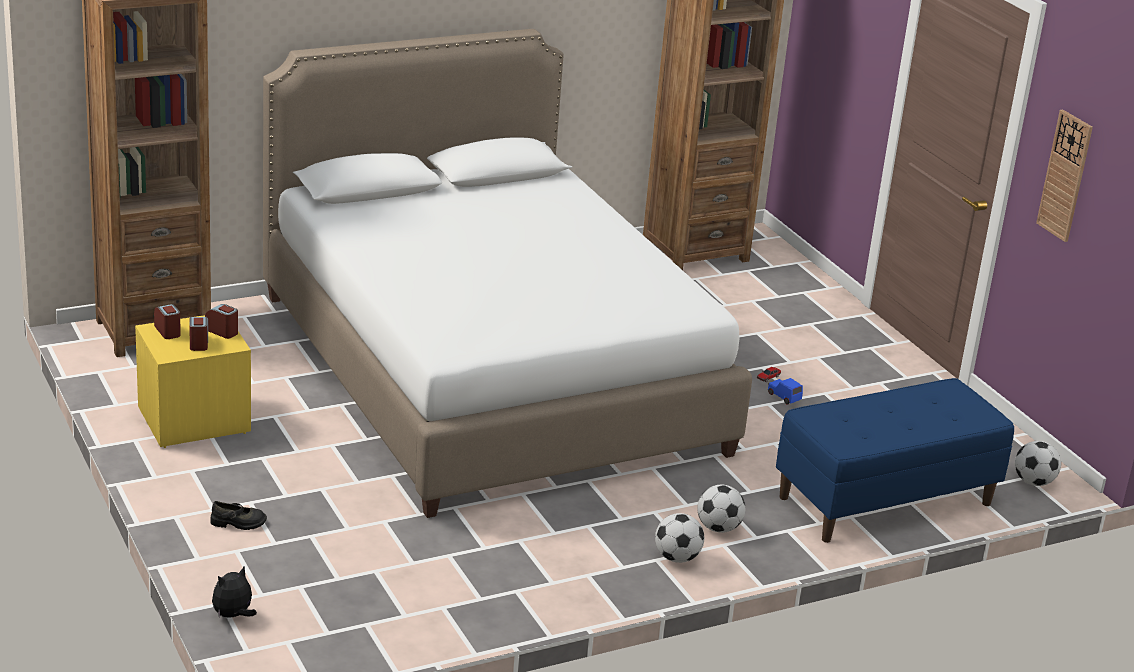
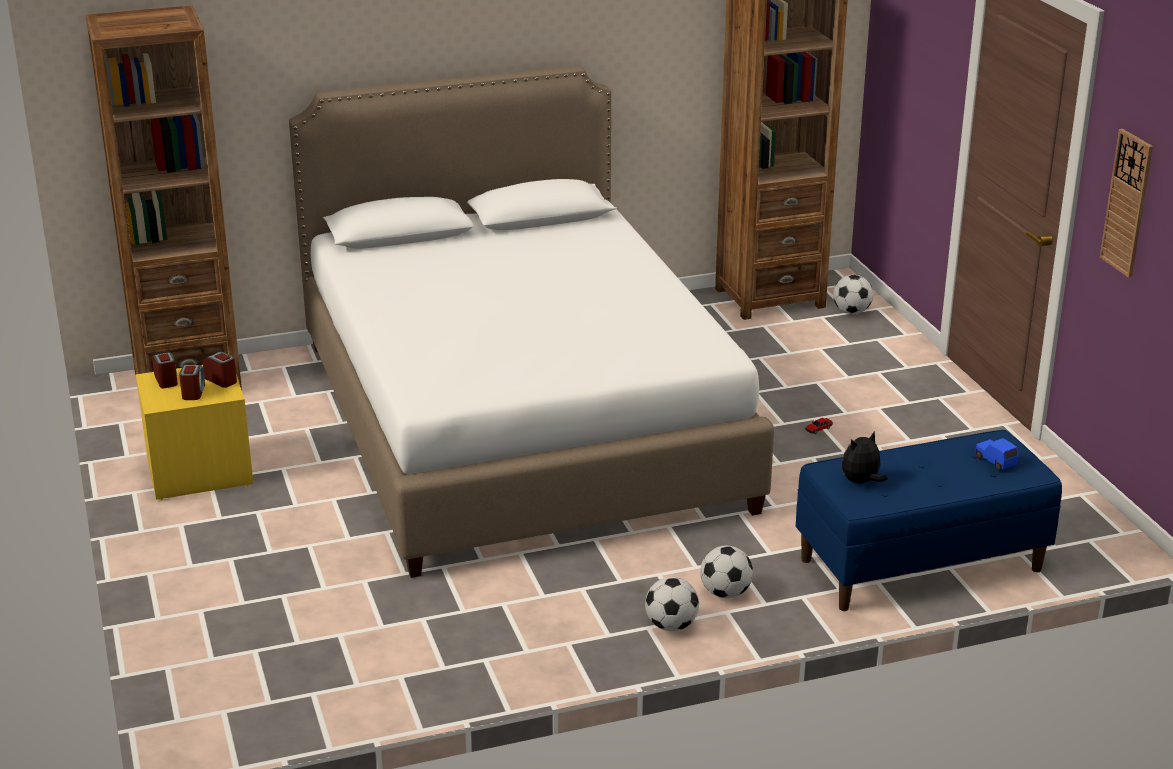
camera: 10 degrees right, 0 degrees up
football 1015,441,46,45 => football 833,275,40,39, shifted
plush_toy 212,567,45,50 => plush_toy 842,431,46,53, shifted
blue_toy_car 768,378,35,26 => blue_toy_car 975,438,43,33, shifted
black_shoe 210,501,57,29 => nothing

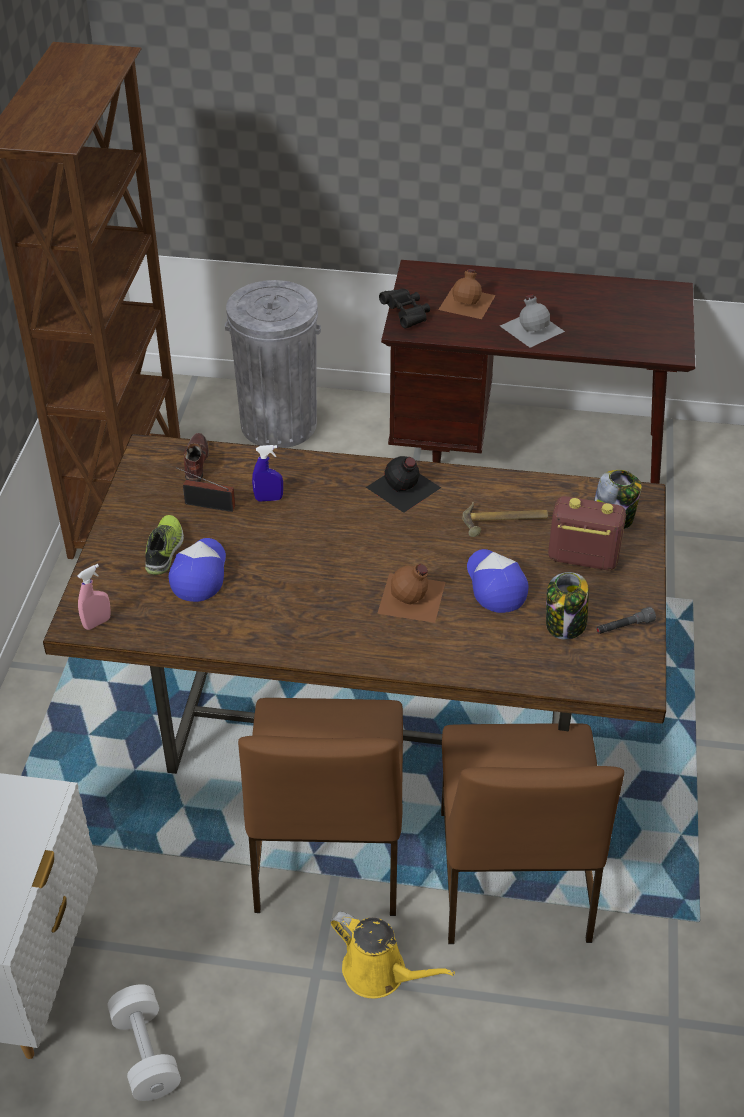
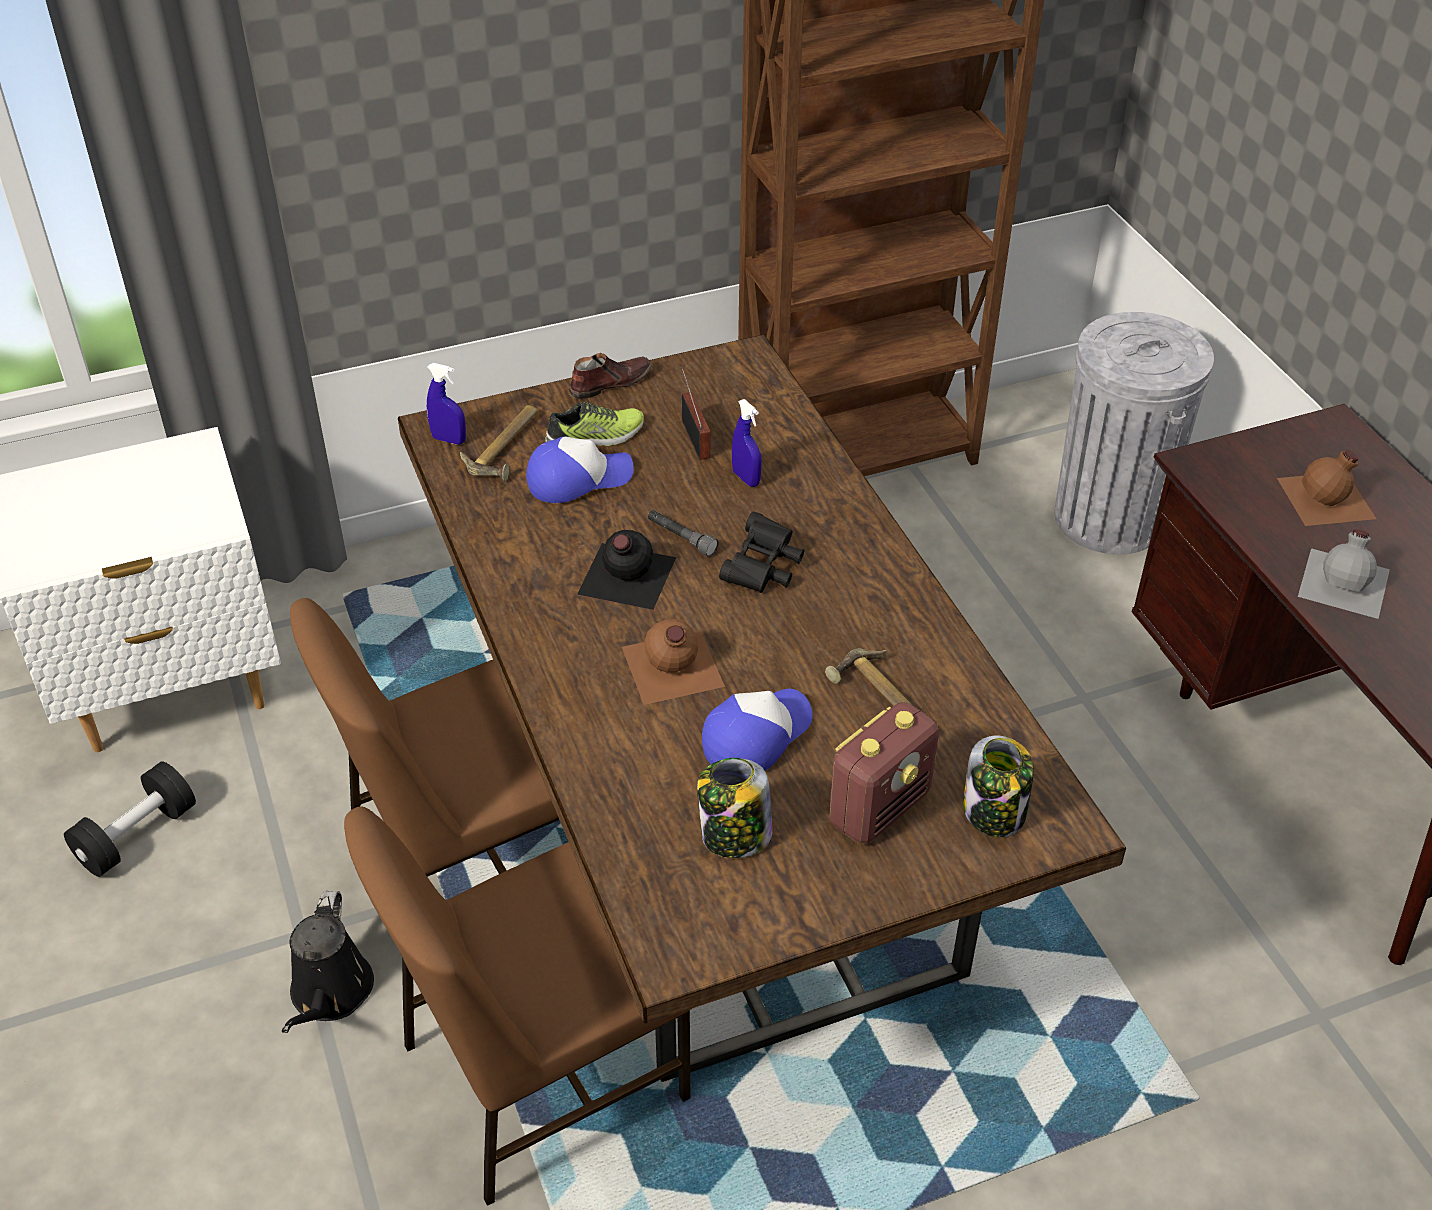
camera: 60 degrees right, 0 degrees up
white_dumbbell 107,984,74,117 => black_dumbbell 64,761,132,116
yellow_watering_can 330,912,125,87 => black_watering_can 282,891,92,142
pink_spray_bottle 77,564,34,66 => blue_spray_bottle 427,363,39,81
nothing => hammer 460,405,78,76
brown_shoe 184,433,25,49 => brown_shoe 569,353,83,46, shifted
black_bottle 366,456,75,57 => black_bottle 577,530,99,80, shifted
grey_flashlight 596,607,60,27 => grey_flashlight 648,510,71,47, shifted
black_binoculars 379,288,51,41 => black_binoculars 719,512,85,81, shifted
radio 548,496,78,74 => radio 829,702,110,142, 60 degrees clockwise

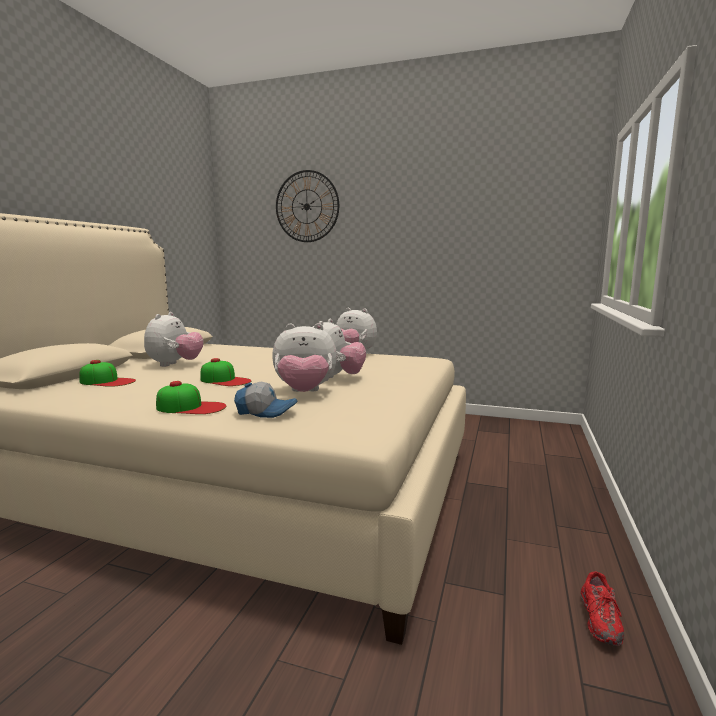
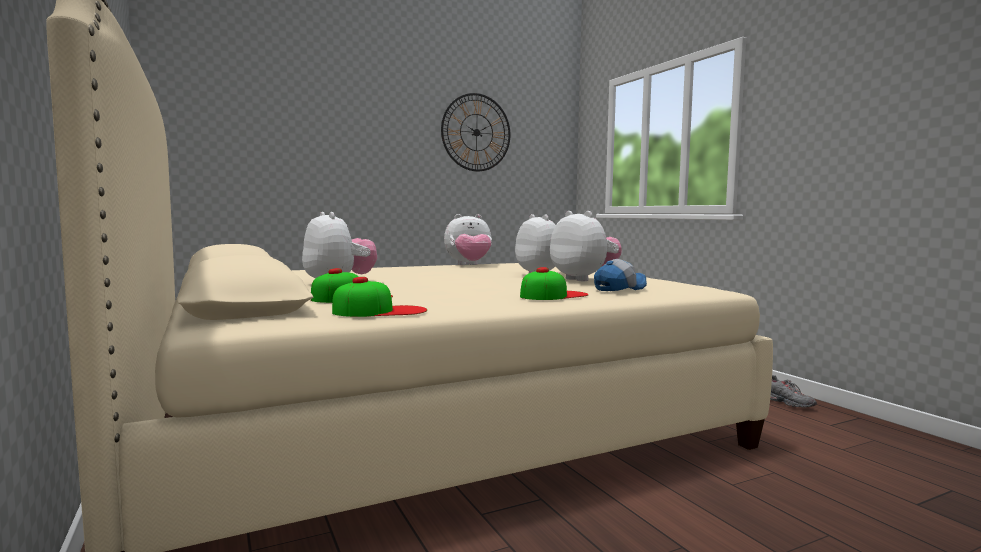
camera: 45 degrees left, 5 degrees down
cap 200,358,51,28 => cap 332,277,95,40, shifted
wall_clock 276,170,63,72 => wall_clock 441,93,69,78, shifted
plush_toy 272,323,65,69 => plush_toy 550,211,72,70, 75 degrees counterclockwise
red_shoe 581,571,43,75 => grey_shoe 770,375,47,33

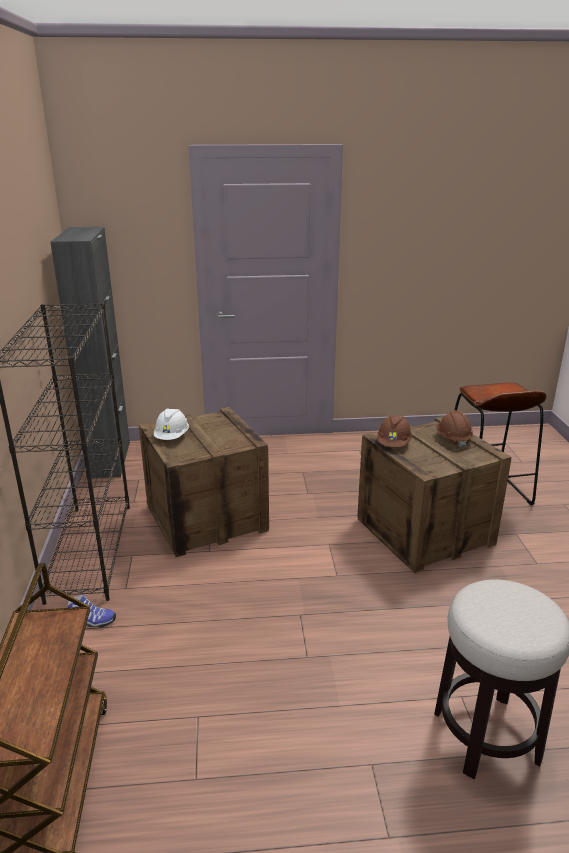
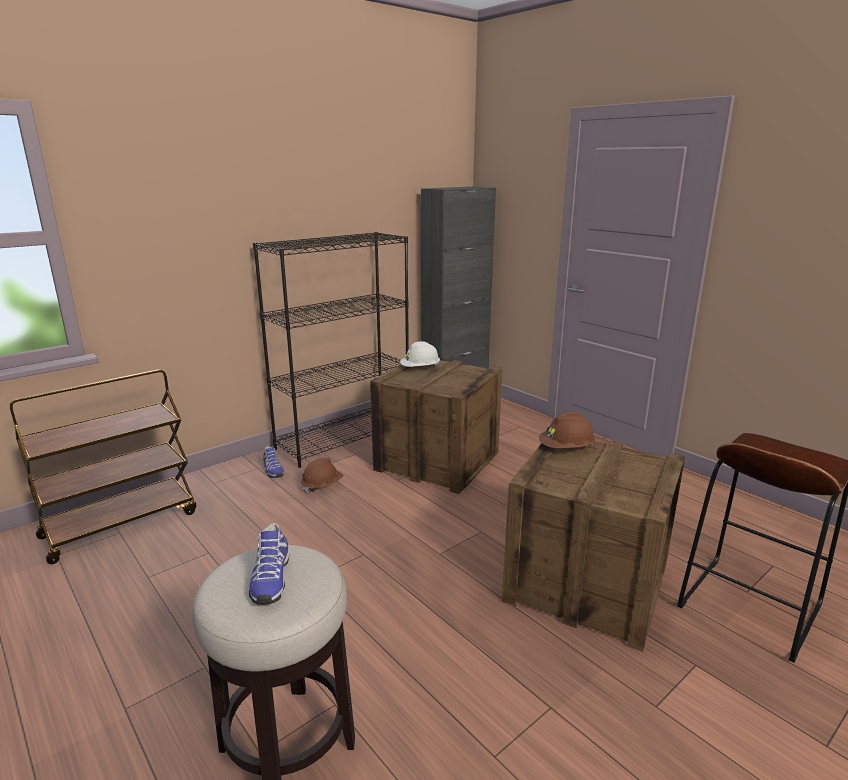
camera: 55 degrees right, 5 degrees down
nothing => shoe 249,523,40,82
brown_hard_hat 436,410,37,38 => brown_hard_hat 301,458,42,35, shifted

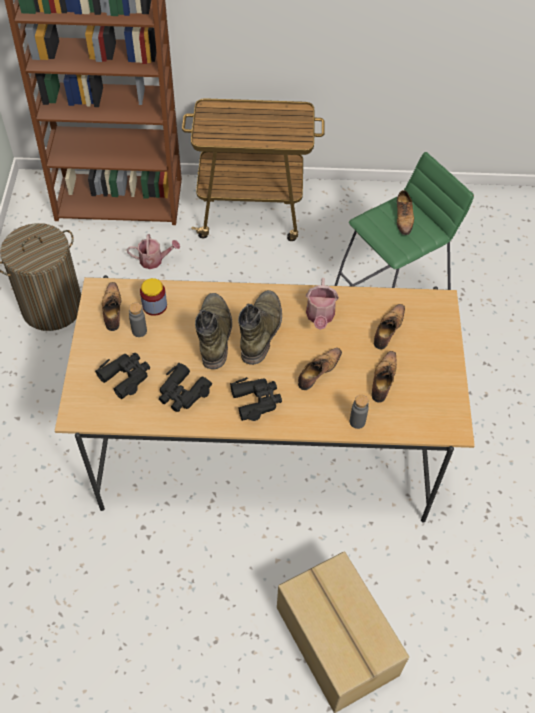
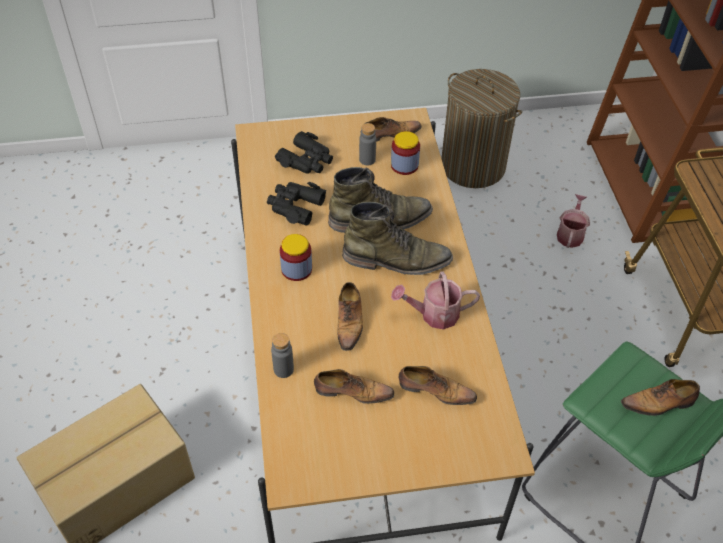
camera: 80 degrees right, 5 degrees down
black_binoculars 230,377,52,44 => jar 280,234,32,47
shoe 298,348,44,42 => shoe 337,282,26,69, 60 degrees clockwise
watering_can 127,234,53,35 => watering_can 557,194,33,54, 150 degrees counterclockwise

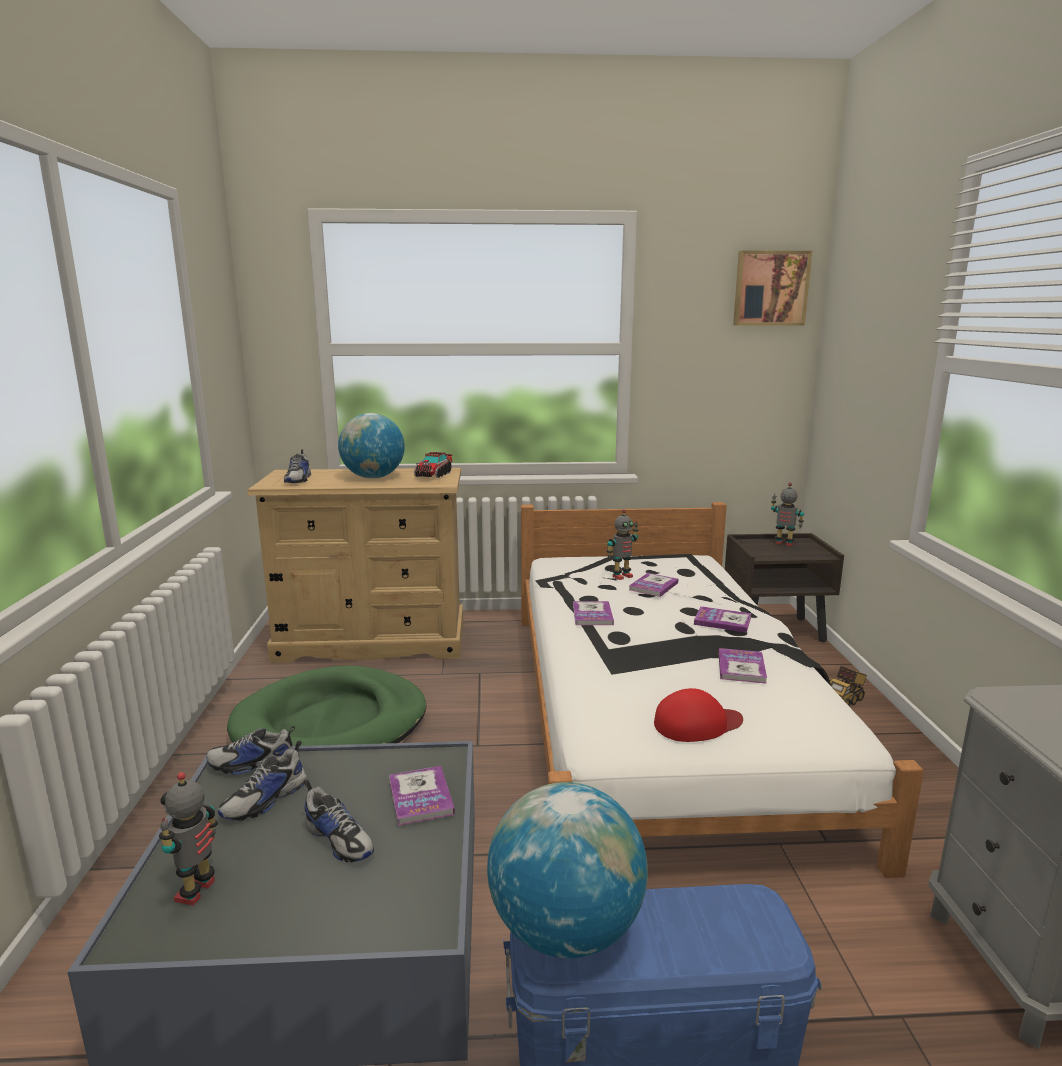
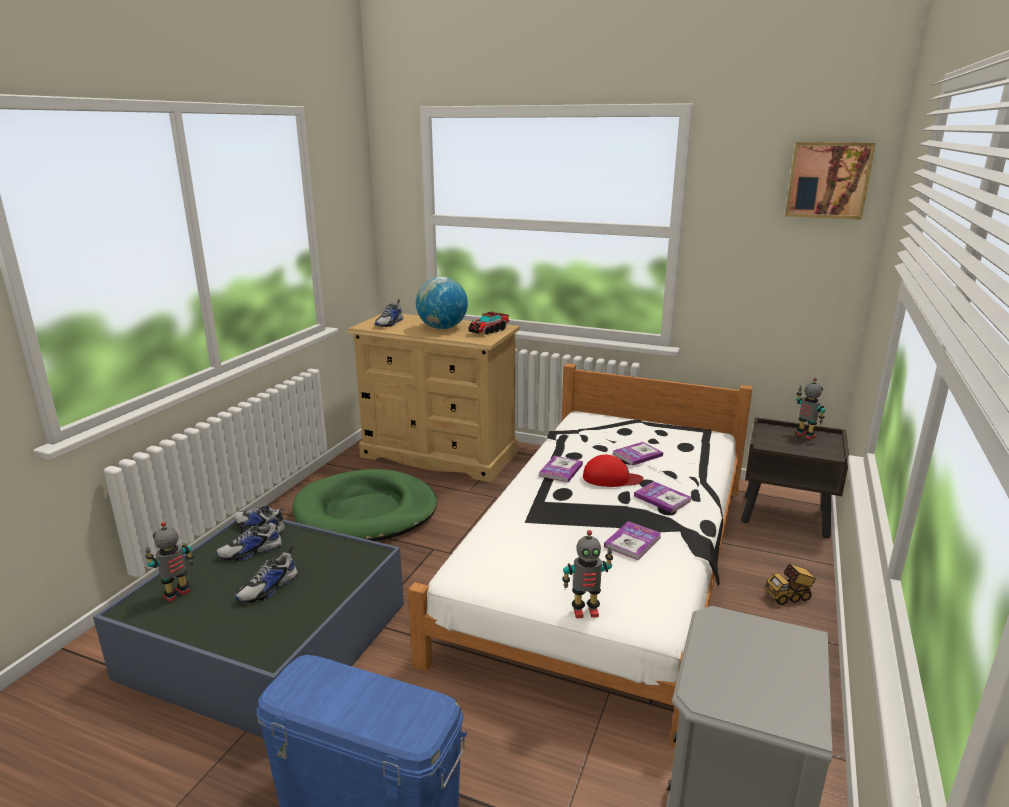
camera: 25 degrees right, 5 degrees up
shoe 304,779,70,83 => shoe 235,546,63,57, 60 degrees clockwise
toy_robot 607,509,31,71 => toy_robot 562,530,51,88, shifted
red_cap 654,688,89,54 => red_cap 583,455,61,32, shifted
book 389,766,66,60 => nothing
globe 487,782,161,176 => nothing

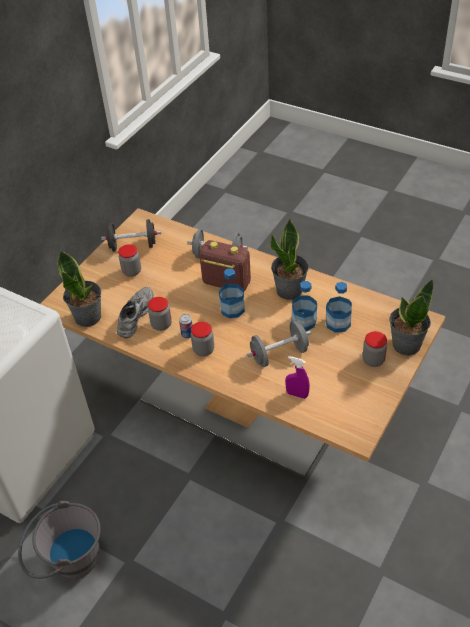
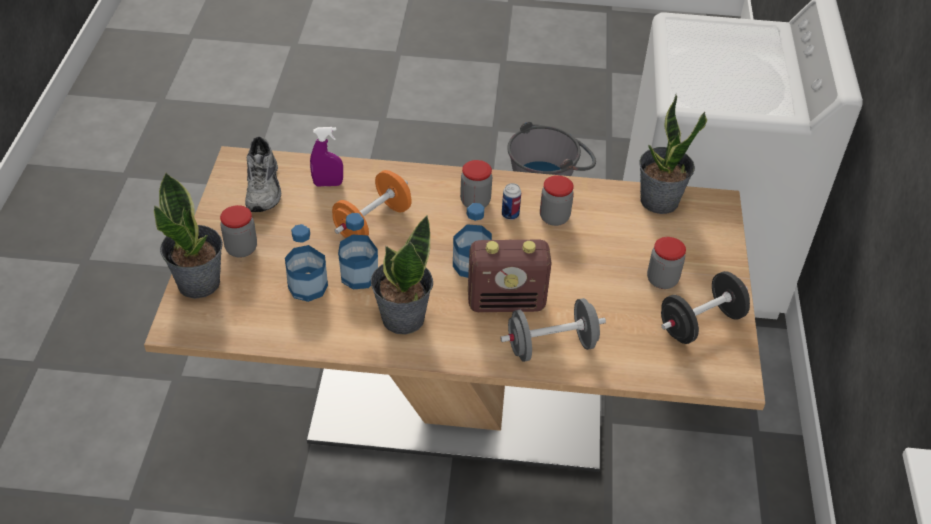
camera: 150 degrees right, 0 degrees up
grey_shoe 117,287,37,51 => grey_shoe 245,136,36,76, shifted
grey_dumbbell 247,321,64,46 => orange_dumbbell 332,170,80,68

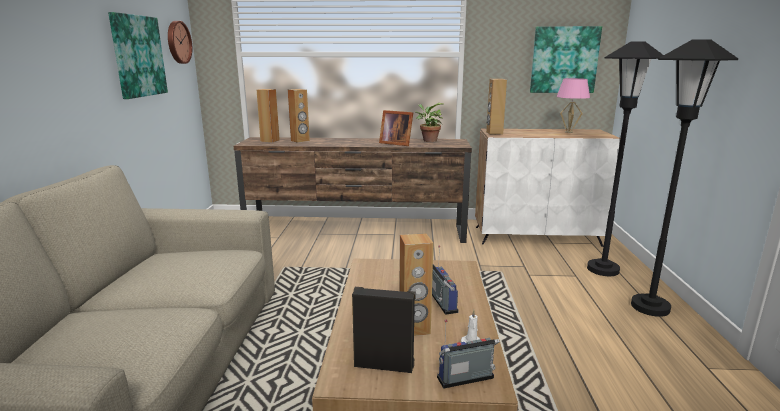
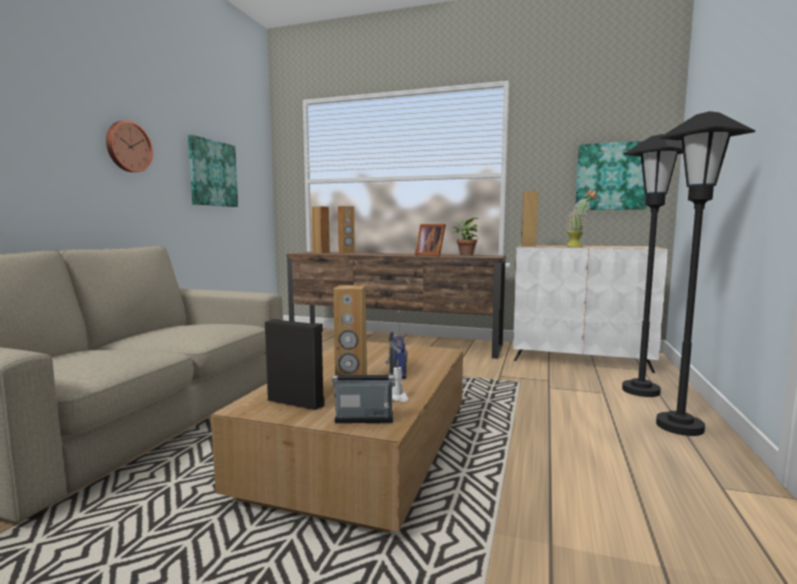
camera: 15 degrees right, 10 degrees down
wall_clock 168,21,24,43 => wall_clock 106,120,47,52, shifted
nothing => potted_plant 566,190,31,57
pink_table_lamp 557,78,33,55 => nothing

